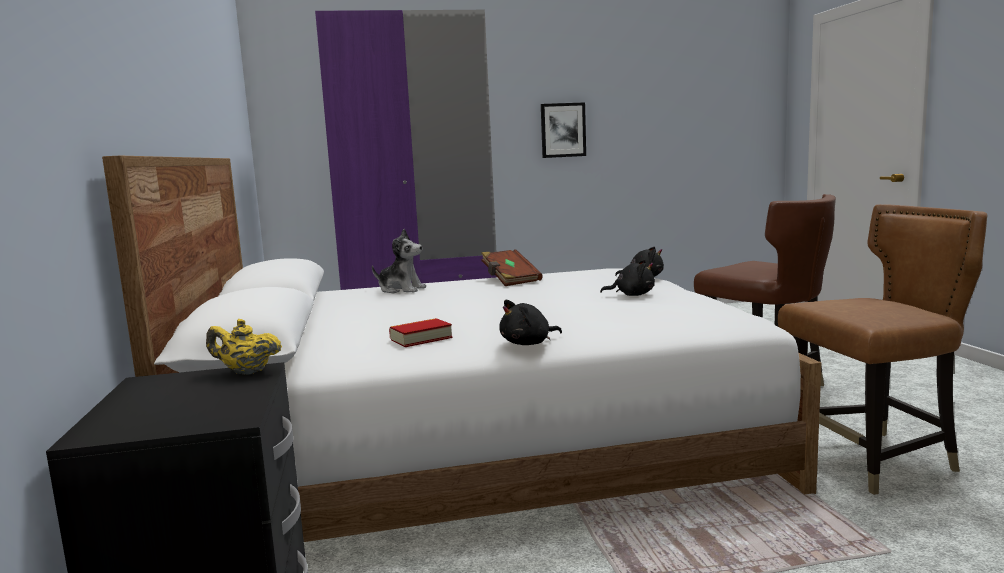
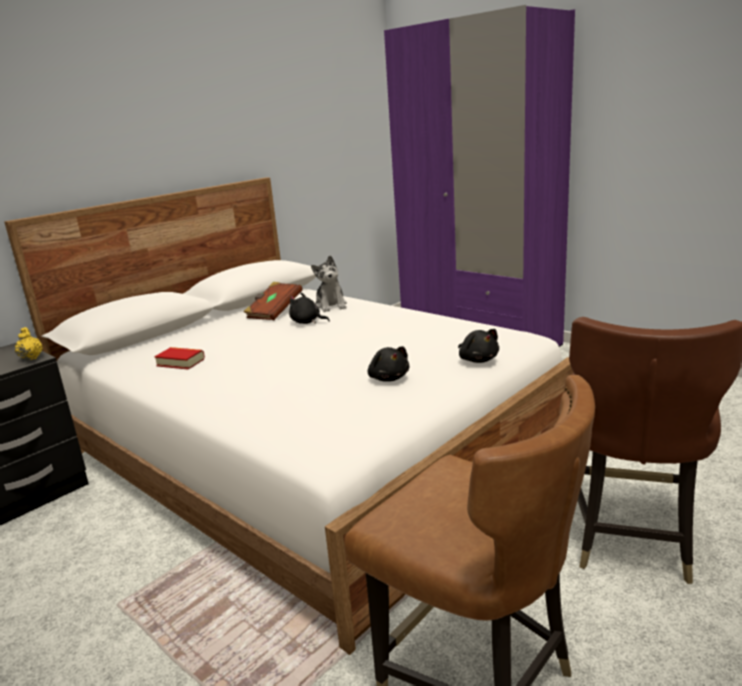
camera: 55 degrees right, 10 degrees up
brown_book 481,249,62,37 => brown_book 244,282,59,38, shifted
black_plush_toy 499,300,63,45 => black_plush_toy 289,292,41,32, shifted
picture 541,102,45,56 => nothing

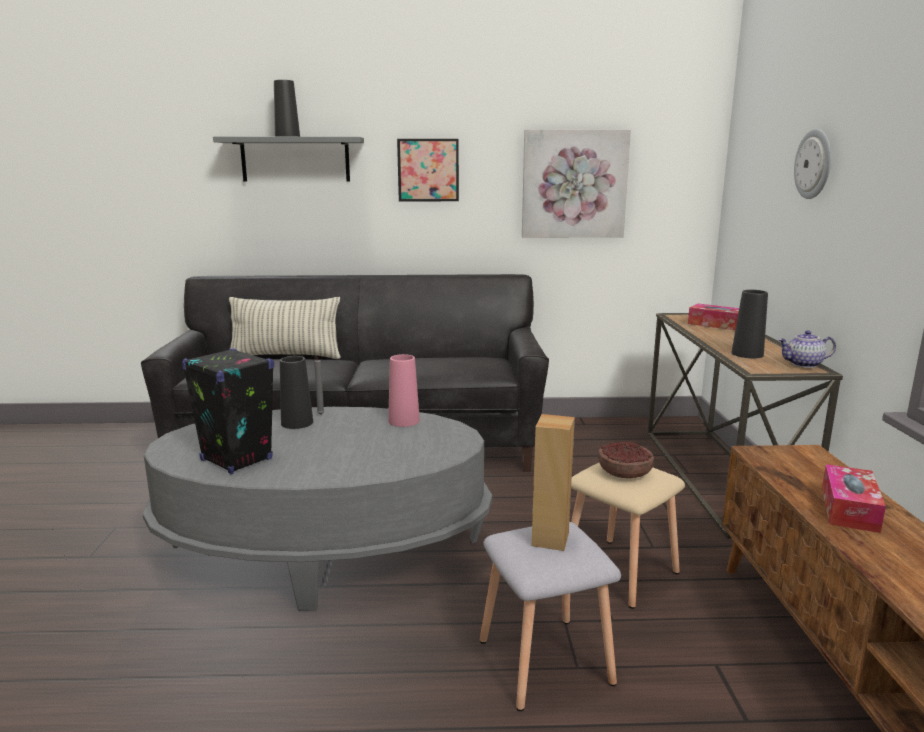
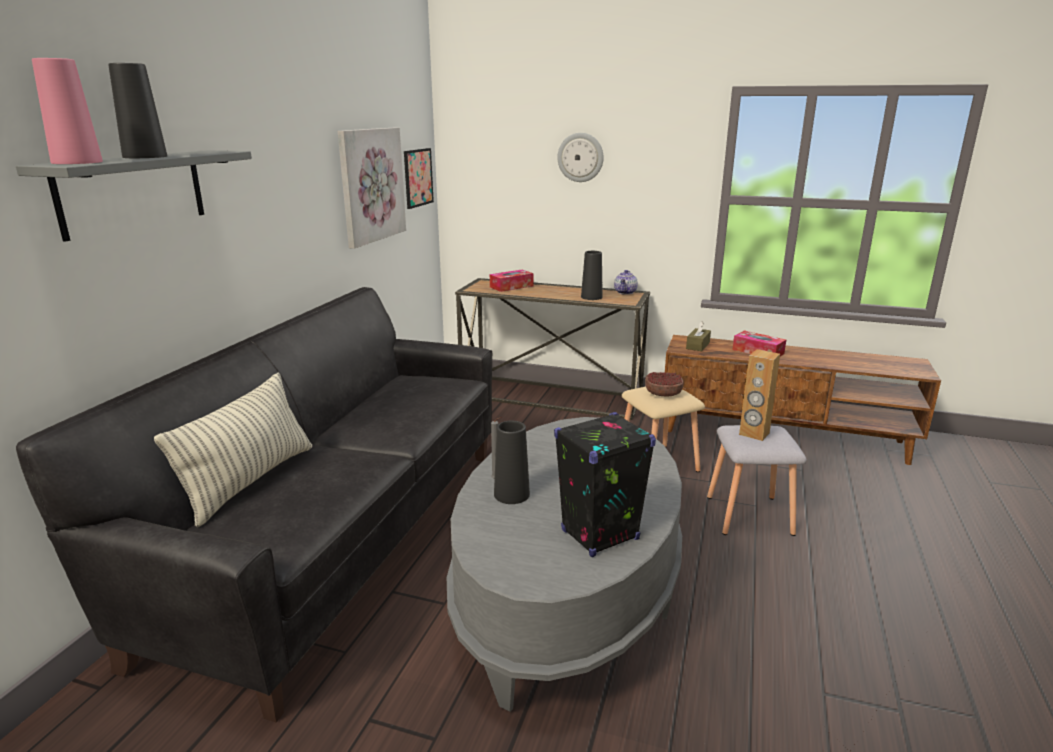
camera: 70 degrees left, 5 degrees up
pink_vase 388,354,32,73 => pink_vase 32,58,71,106, shifted
picture 397,139,62,62 => picture 404,148,30,61, shifted
nothing => brown_tissue_box 686,321,25,30

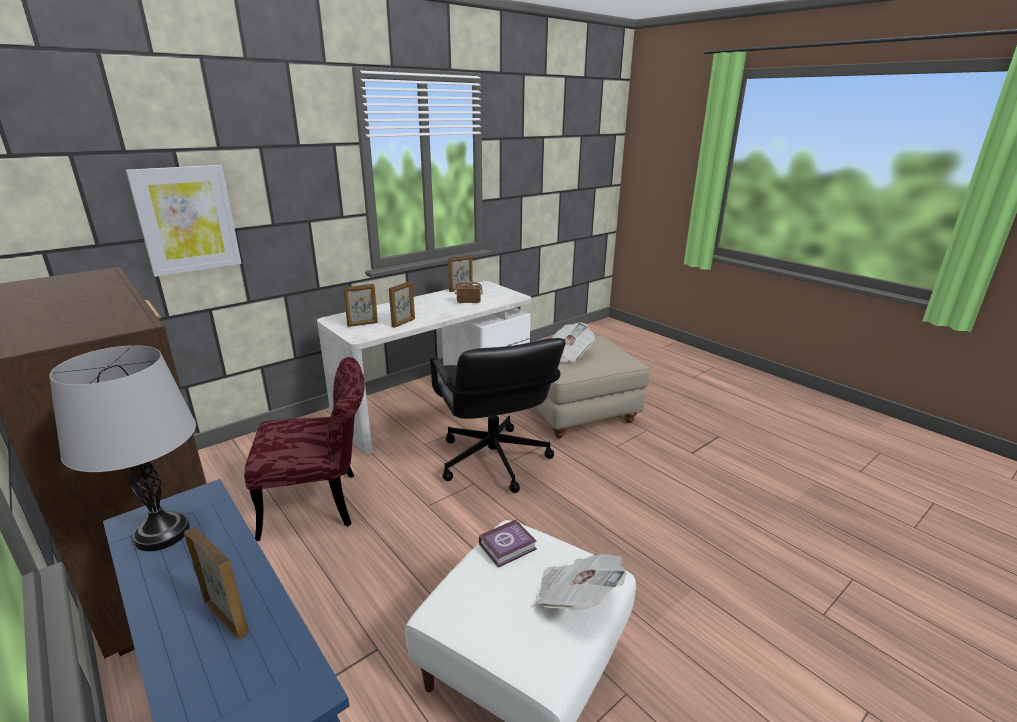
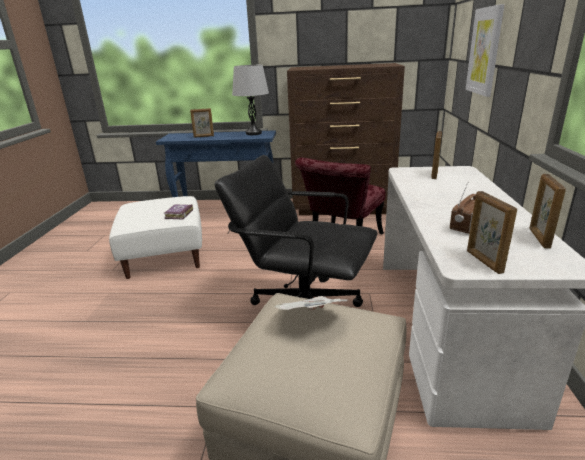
camera: 135 degrees right, 0 degrees up
picture_frame 389,281,26,47 => picture_frame 467,191,50,83, shifted
newspaper 536,553,90,58 => nothing

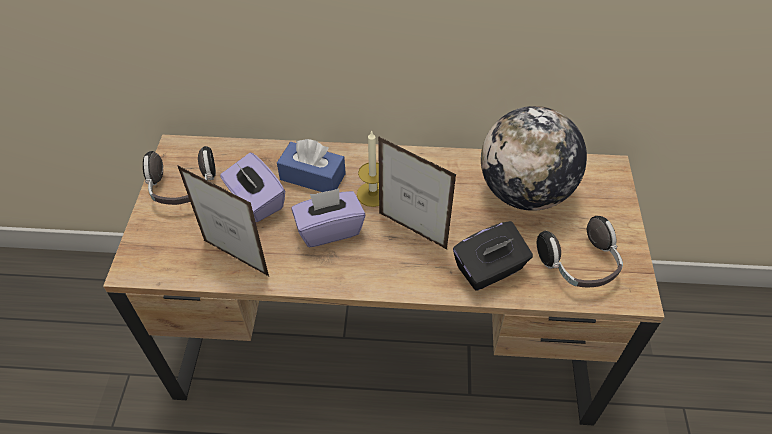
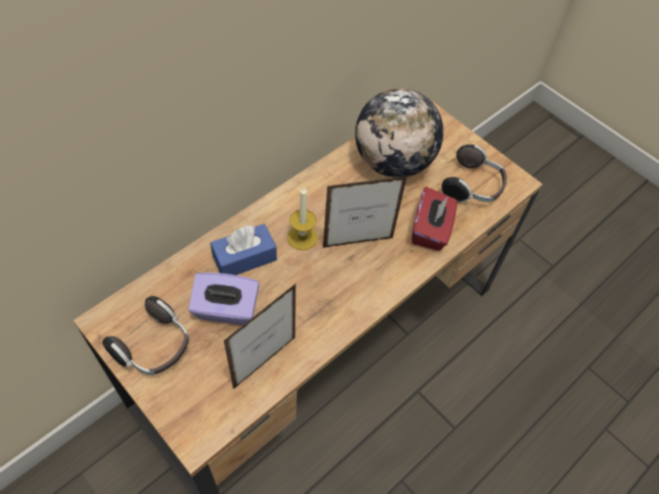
camera: 50 degrees left, 5 degrees up
picture_frame 177,165,92,111 => picture_frame 224,284,72,105, 150 degrees clockwise
black_tissue_box 453,221,80,70 => red_tissue_box 412,187,45,64
purple_tissue_box 291,189,75,58 => nothing

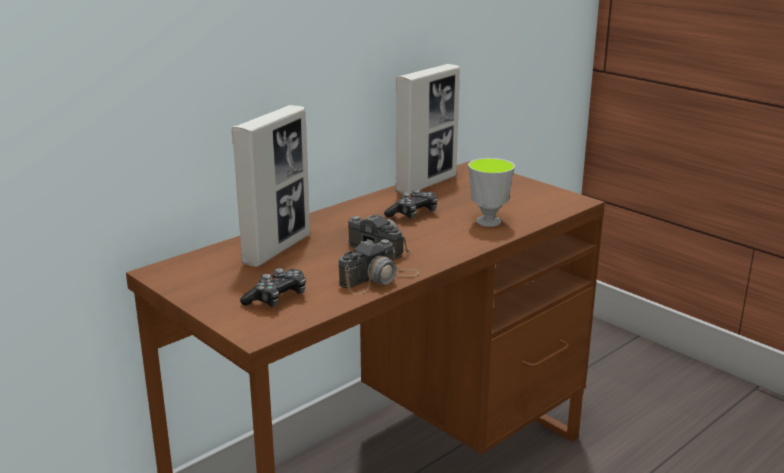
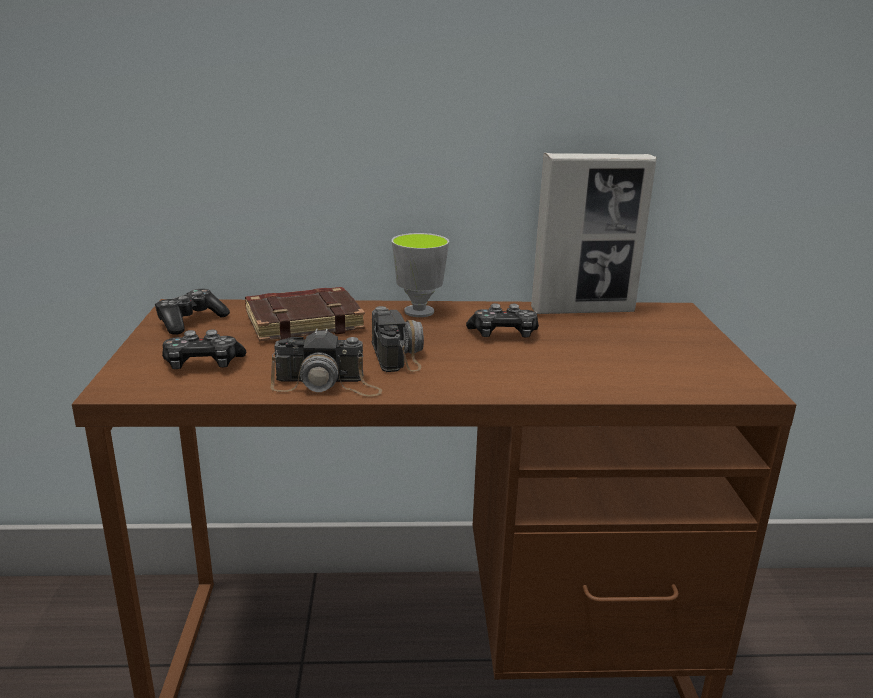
camera: 40 degrees right, 0 degrees up
nothing => game_controller 155,289,75,46
picture_frame 232,105,78,162 => brown_book 245,287,120,55
cup 468,158,47,69 => cup 392,233,57,84, shifted

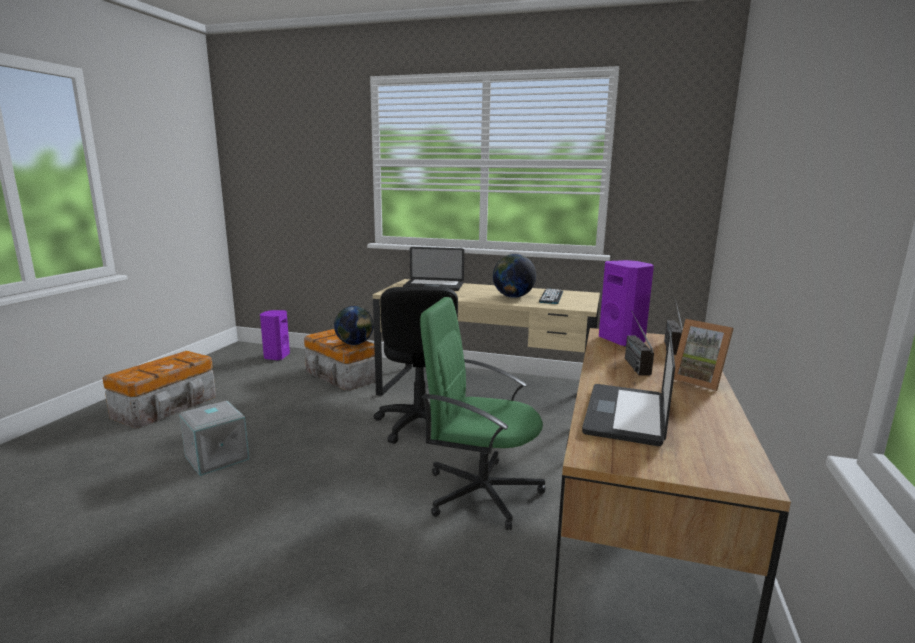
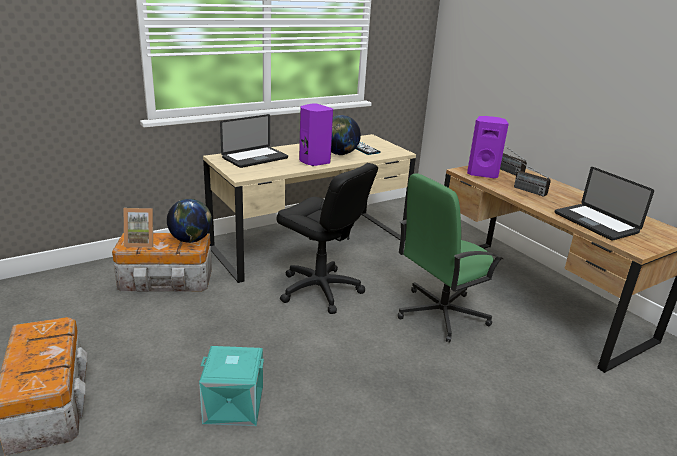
camera: 50 degrees left, 10 degrees up
picture_frame 674,319,60,72 => picture_frame 123,208,30,39, shifted
grey_storage_box 179,401,70,75 => turquoise_storage_box 199,346,65,80
purple_speaker 260,310,30,50 => purple_speaker 299,103,34,63, shifted

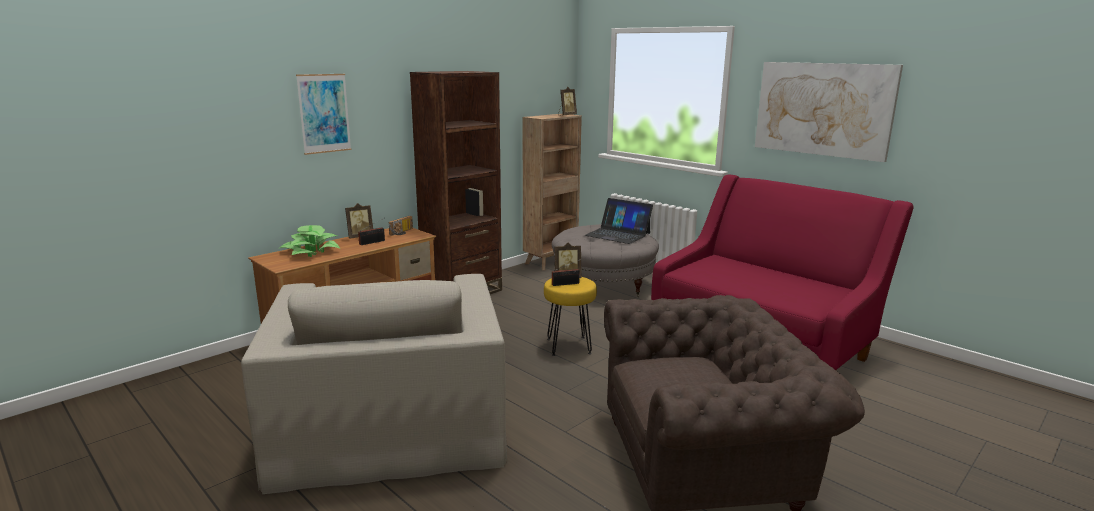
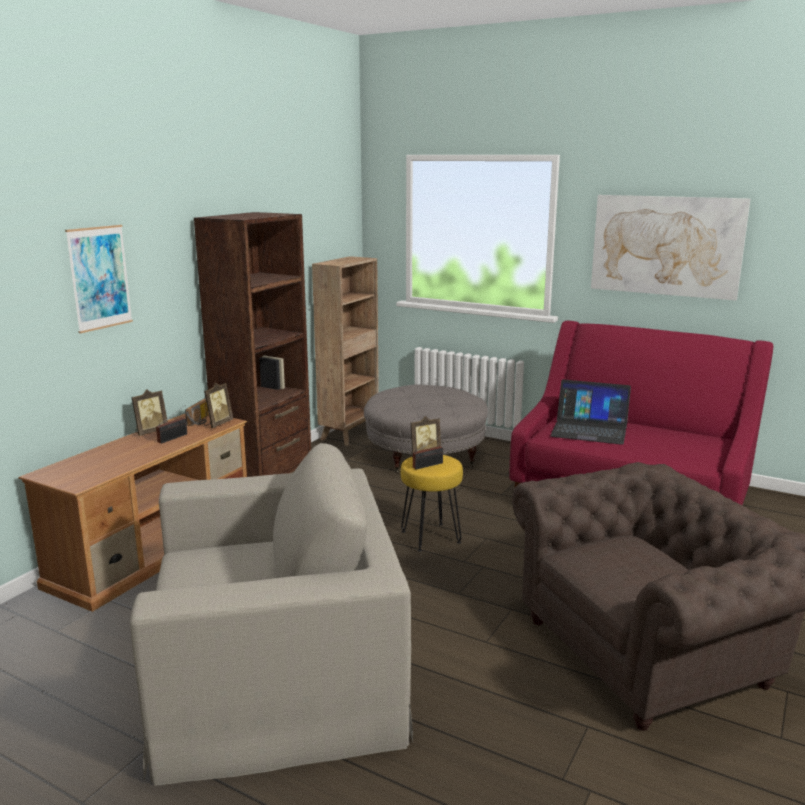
camera: 15 degrees left, 0 degrees up
beige_armchair 241,274,267,220 => beige_armchair 130,443,283,343, 75 degrees counterclockwise
picture_frame 558,87,19,29 => picture_frame 204,383,29,45, shifted
laptop 585,198,68,46 => laptop 550,379,81,66, shifted
potted_plant 280,225,60,32 => nothing

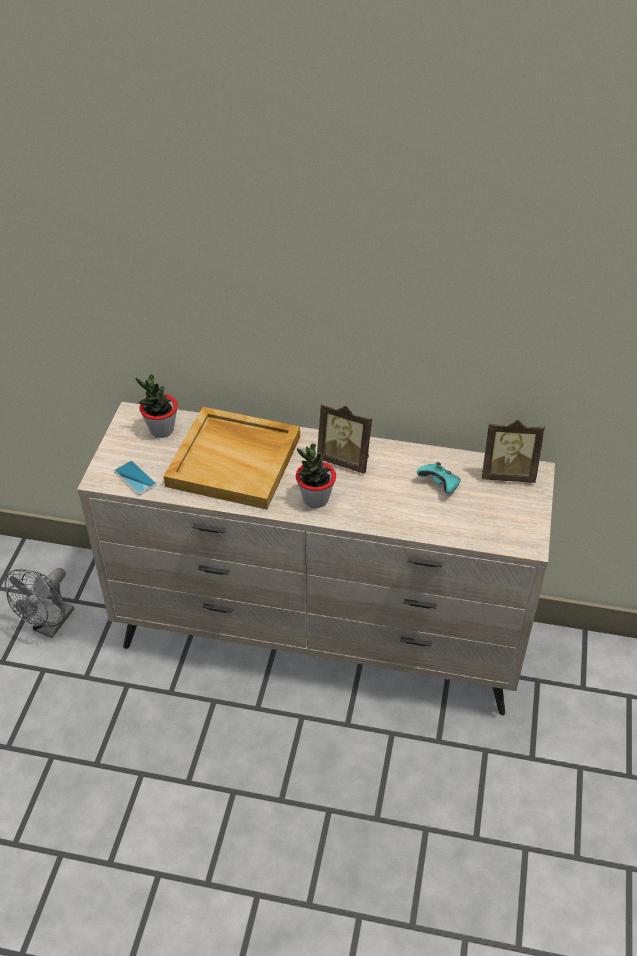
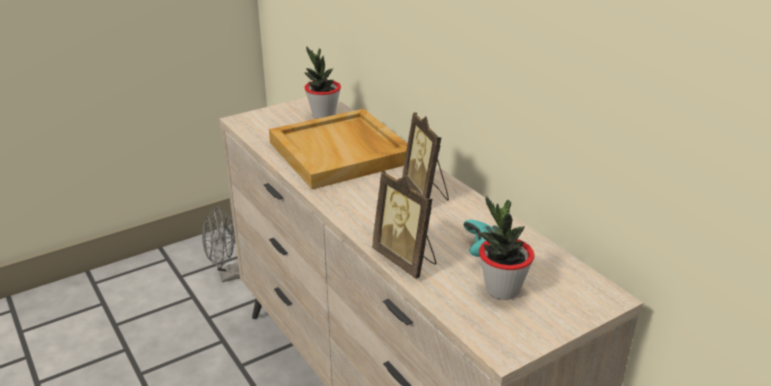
camera: 45 degrees right, 15 degrees down
picture_frame 482,420,63,63 => picture_frame 372,171,64,108, shifted
potted_plant 296,443,40,65 => potted_plant 479,196,55,104, shifted
phone 114,461,43,34 => nothing

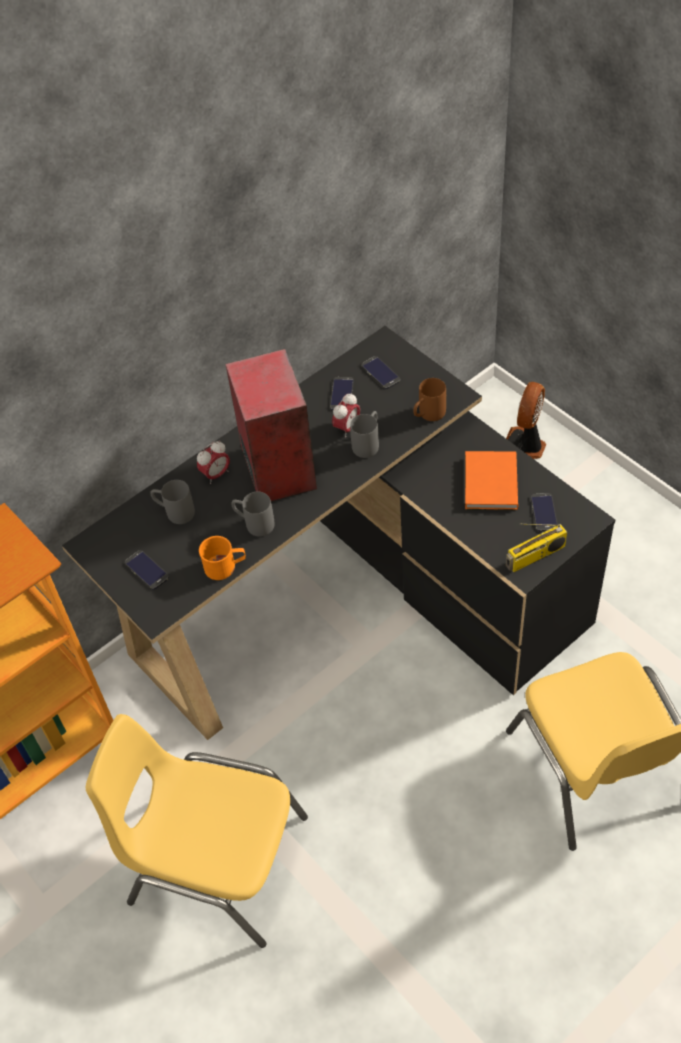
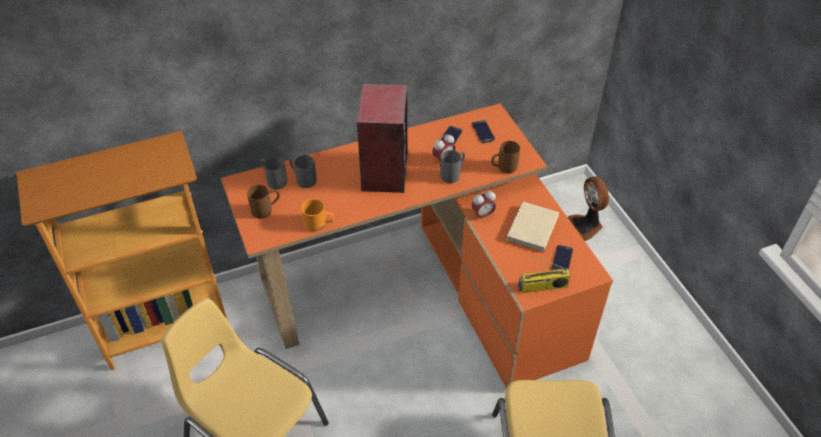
camera: 15 degrees right, 5 degrees down
black_desk 62,326,553,414 => orange_desk 221,103,392,286
phone 125,550,44,39 => brown_mug 247,185,33,34
grey_mug 231,492,44,45 => grey_mug 261,157,26,33, shifted
alarm_clock 197,441,33,43 => alarm_clock 472,191,24,29, shifted
orange_book 465,451,53,59 => beige_book 507,202,52,50
fan 506,382,40,77 => fan 568,177,41,64, 60 degrees counterclockwise

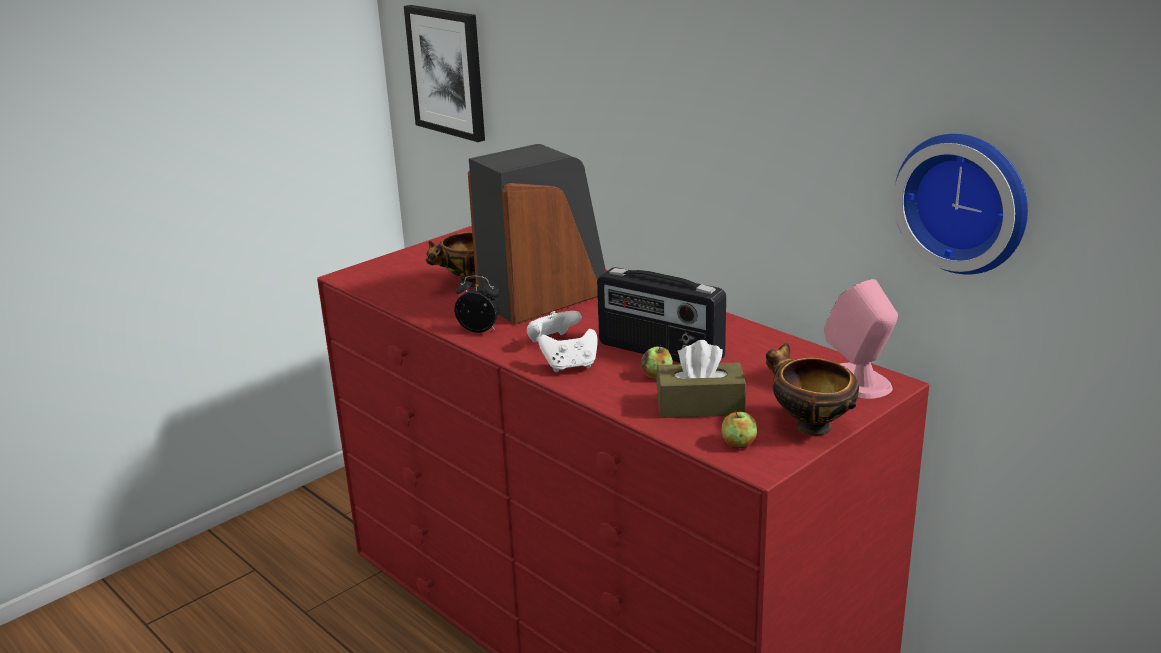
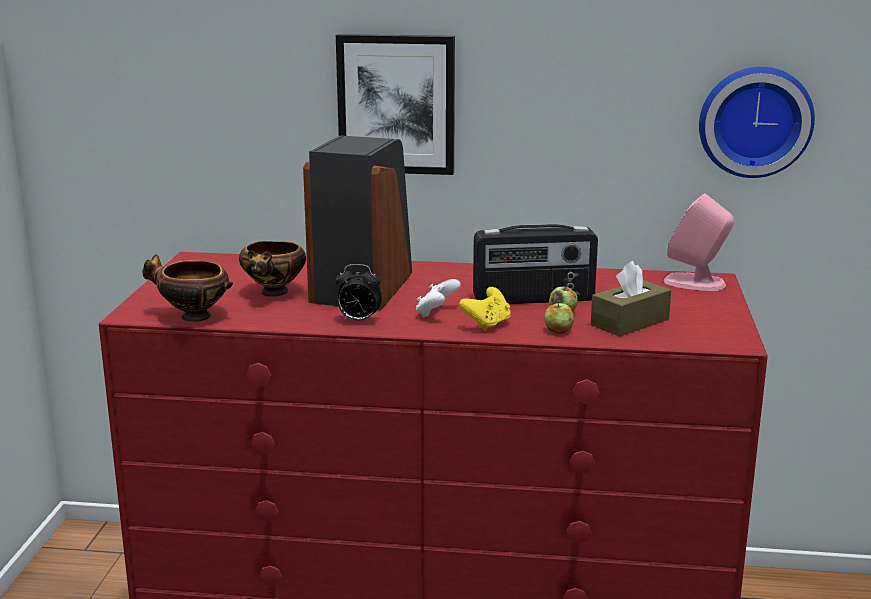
camera: 40 degrees left, 5 degrees down
bowl 766,343,93,93 => bowl 142,254,91,68, shifted
alarm_clock 454,275,46,58 => alarm_clock 335,264,47,58, 150 degrees counterclockwise
picture 404,5,81,137 => picture 336,34,119,141, shifted
white_game_controller 538,329,59,43 => yellow_game_controller 459,287,52,44
apple 722,411,35,37 => apple 544,301,30,33, shifted

